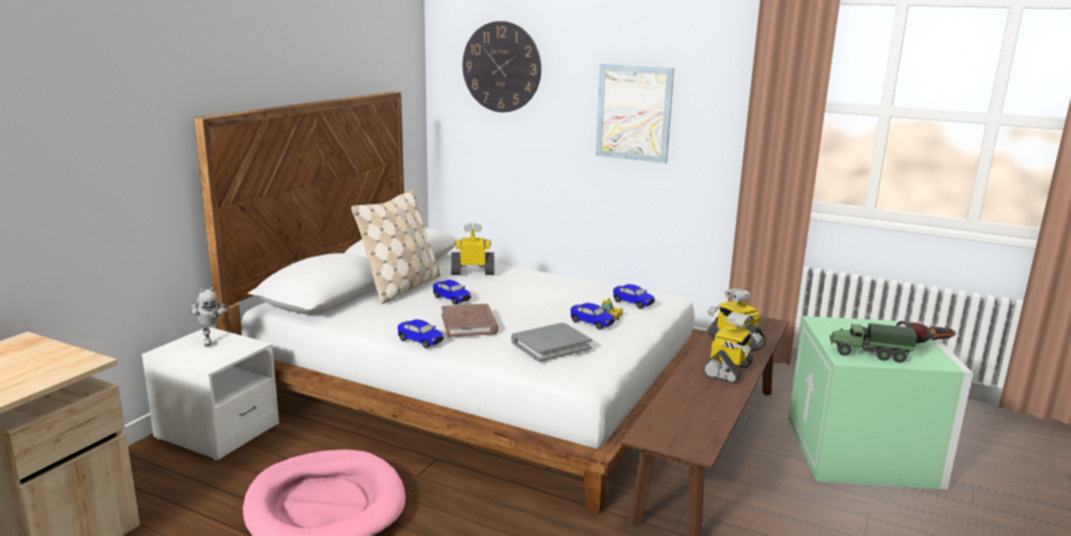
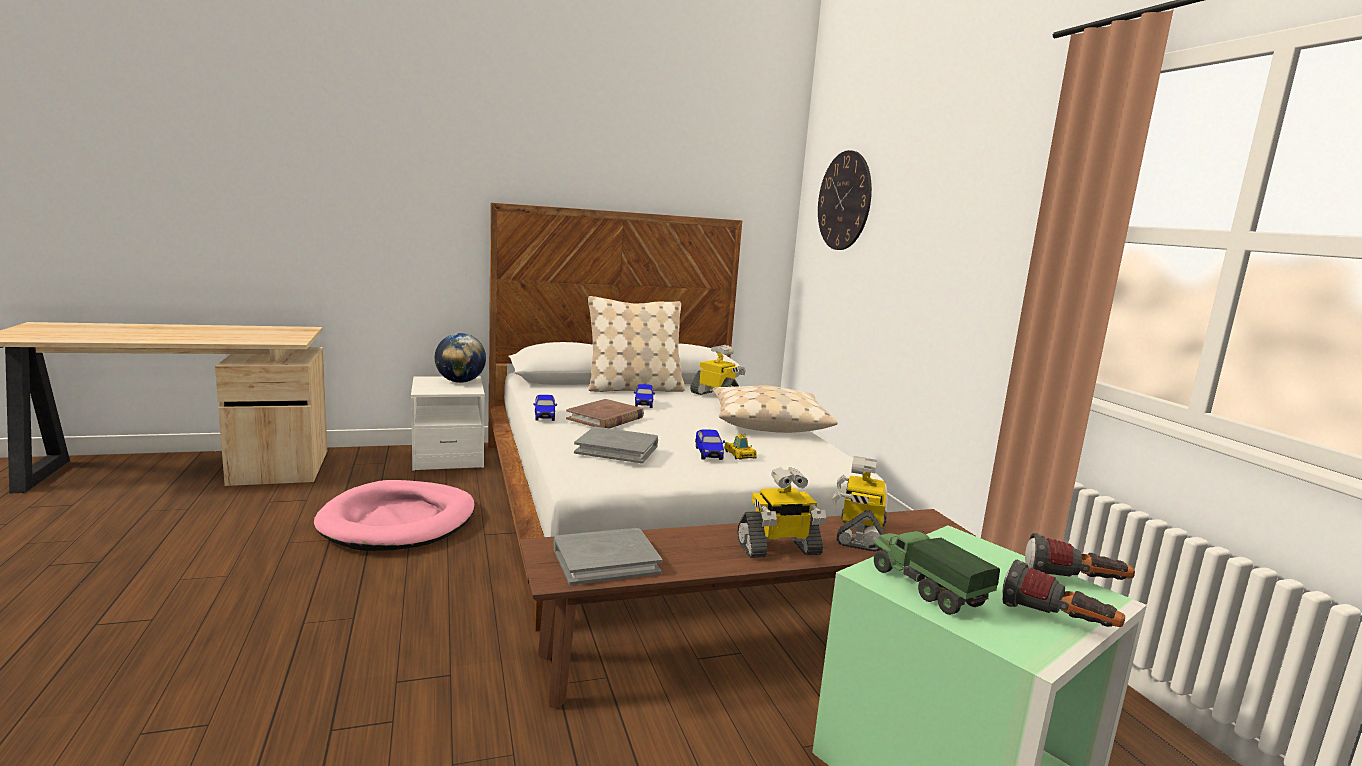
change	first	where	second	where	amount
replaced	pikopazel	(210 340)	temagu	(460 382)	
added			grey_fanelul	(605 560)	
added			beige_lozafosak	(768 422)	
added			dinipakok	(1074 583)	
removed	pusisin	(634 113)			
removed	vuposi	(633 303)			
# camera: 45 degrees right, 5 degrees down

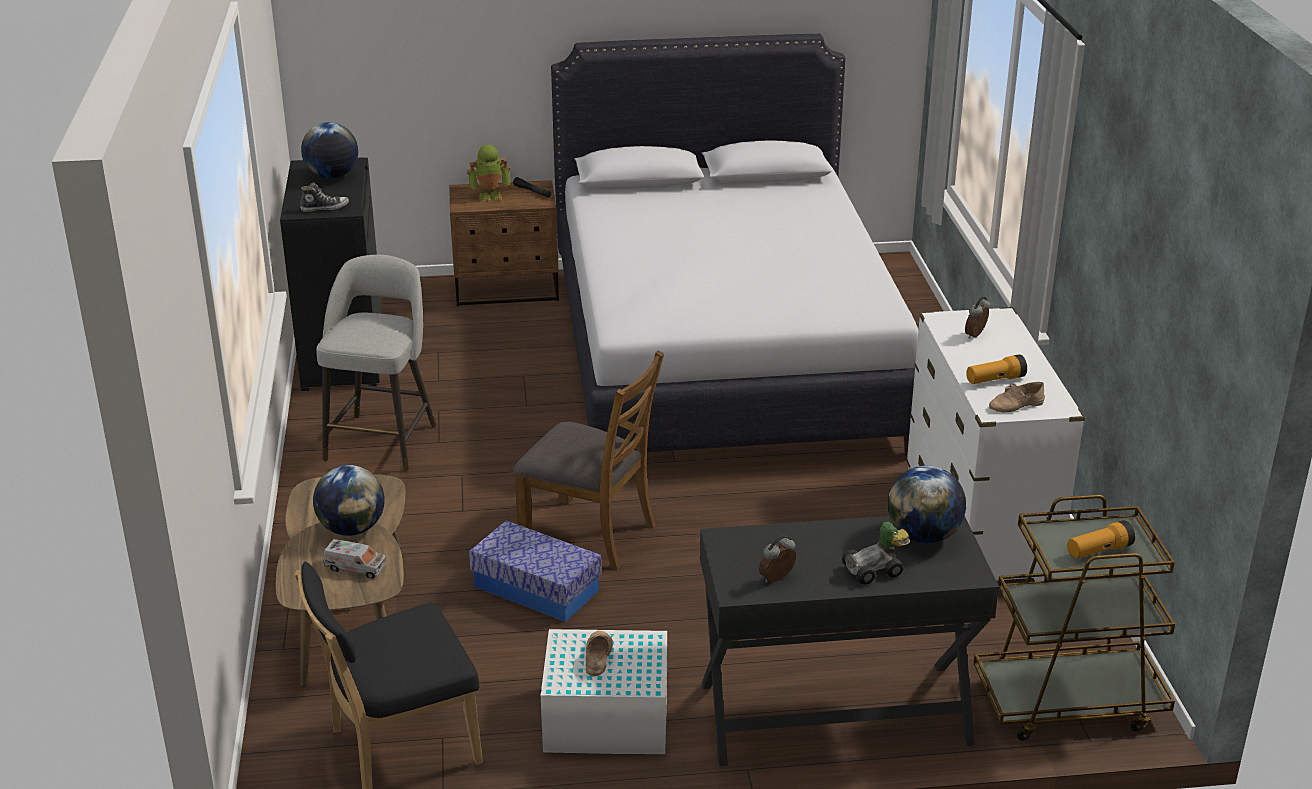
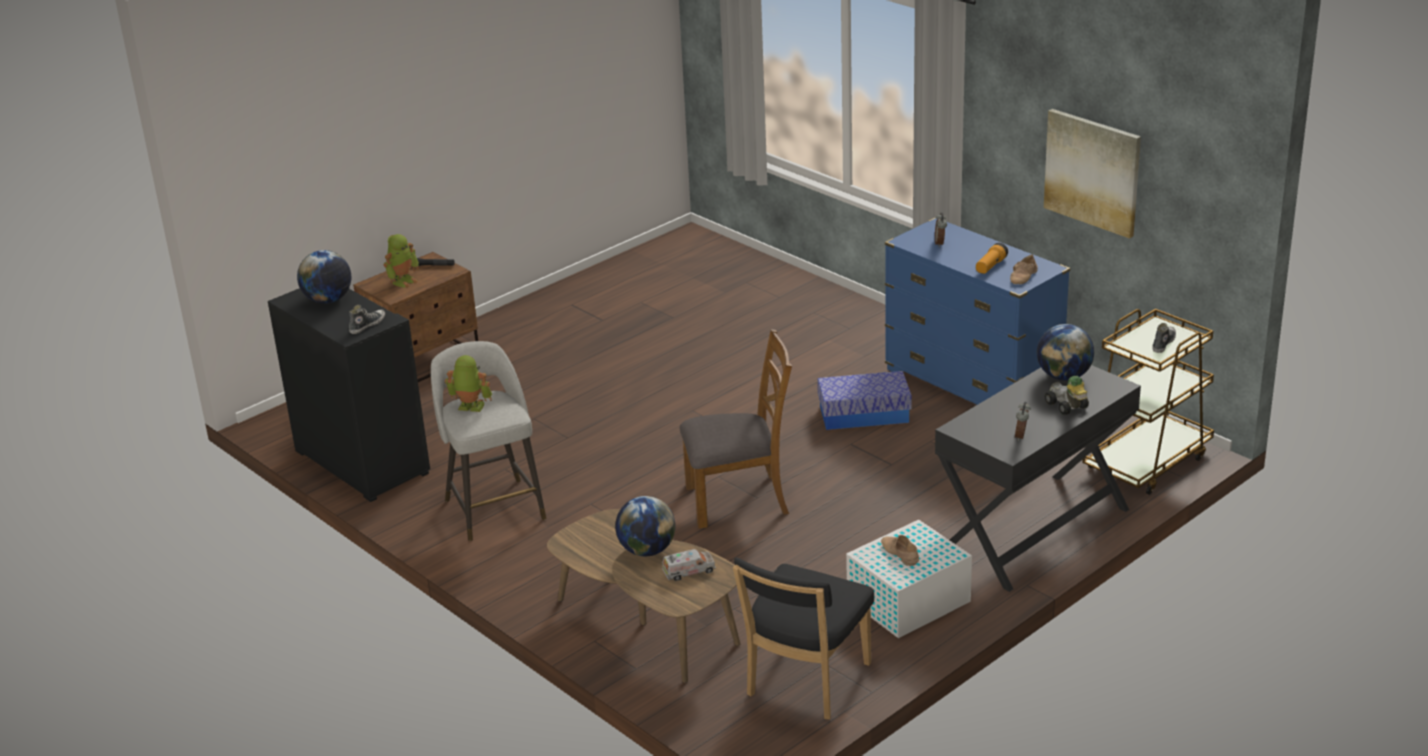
change	first	where	second	where	amount
added			pikopazel	(470 407)	
moved	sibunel	(536 588)		(864 414)	
recoloured	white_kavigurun	(978 525)	blue_kavigurun	(972 385)	
added			pusisin	(1092 172)	
turned	vuposi	(875 571)		(1067 407)	120 degrees clockwise
replaced	dinipakok	(1099 551)	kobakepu	(1163 343)	
removed	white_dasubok	(723 356)			
# camera: 35 degrees left, 0 degrees up

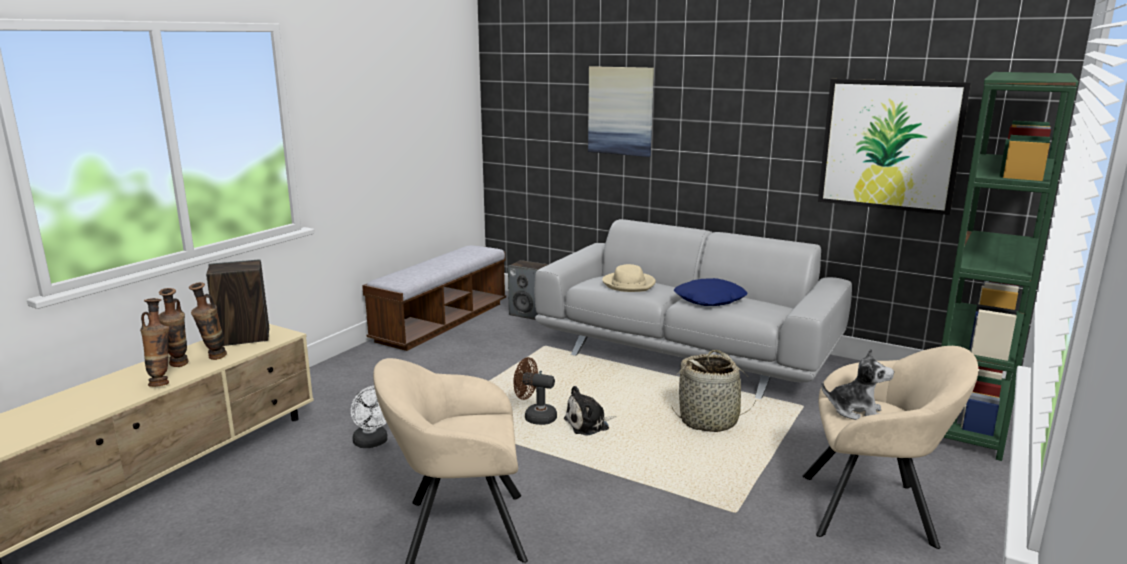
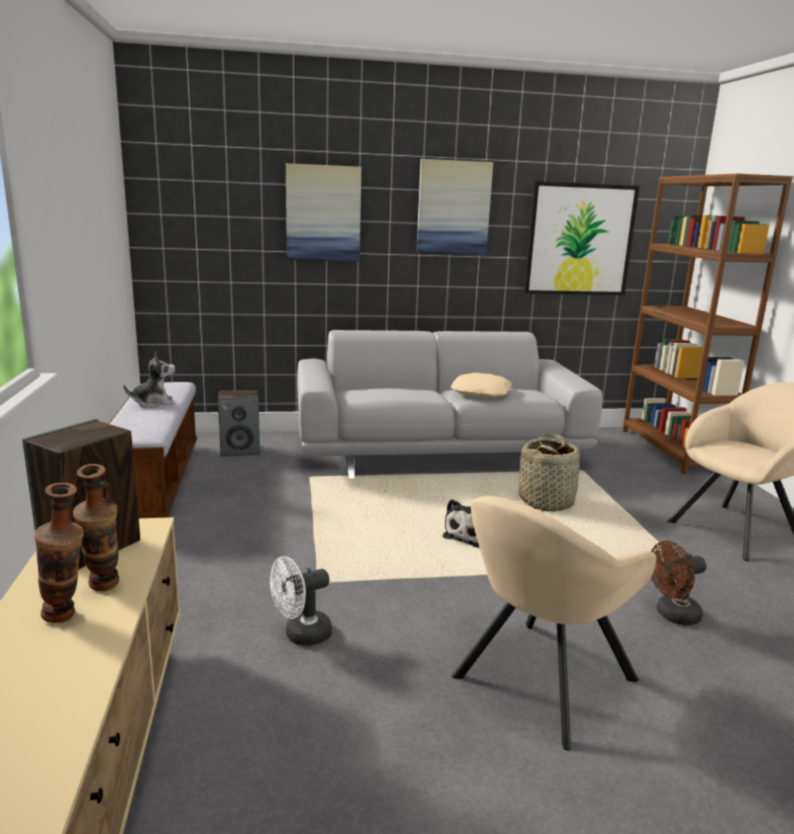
change	first	where	second	where	amount
moved	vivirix	(855 411)		(153 403)	
turned	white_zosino	(373 443)		(301 635)	135 degrees clockwise
added			pusisin	(453 208)	
recoloured	blue_lozafosak	(710 300)	beige_lozafosak	(481 393)	
recoloured	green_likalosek	(969 417)	brown_likalosek	(673 450)	
moved	brown_zosino	(535 417)		(672 615)	
removed	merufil	(162 382)			
removed	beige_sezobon	(629 284)			
# camera: 40 degrees left, 0 degrees up

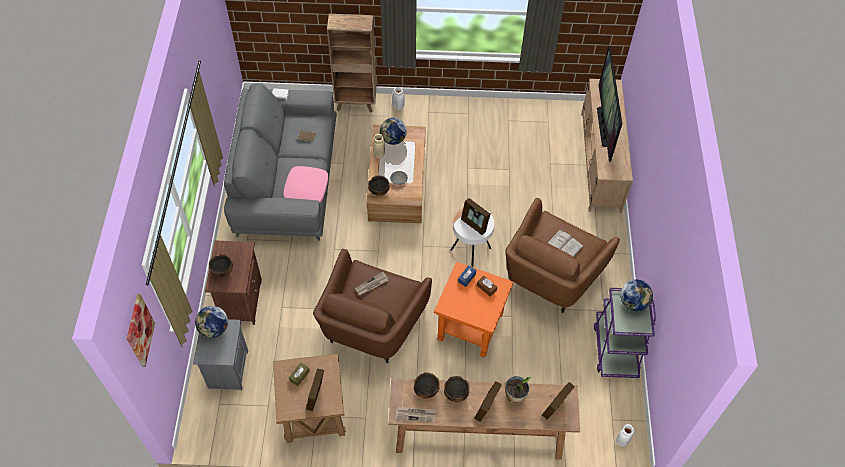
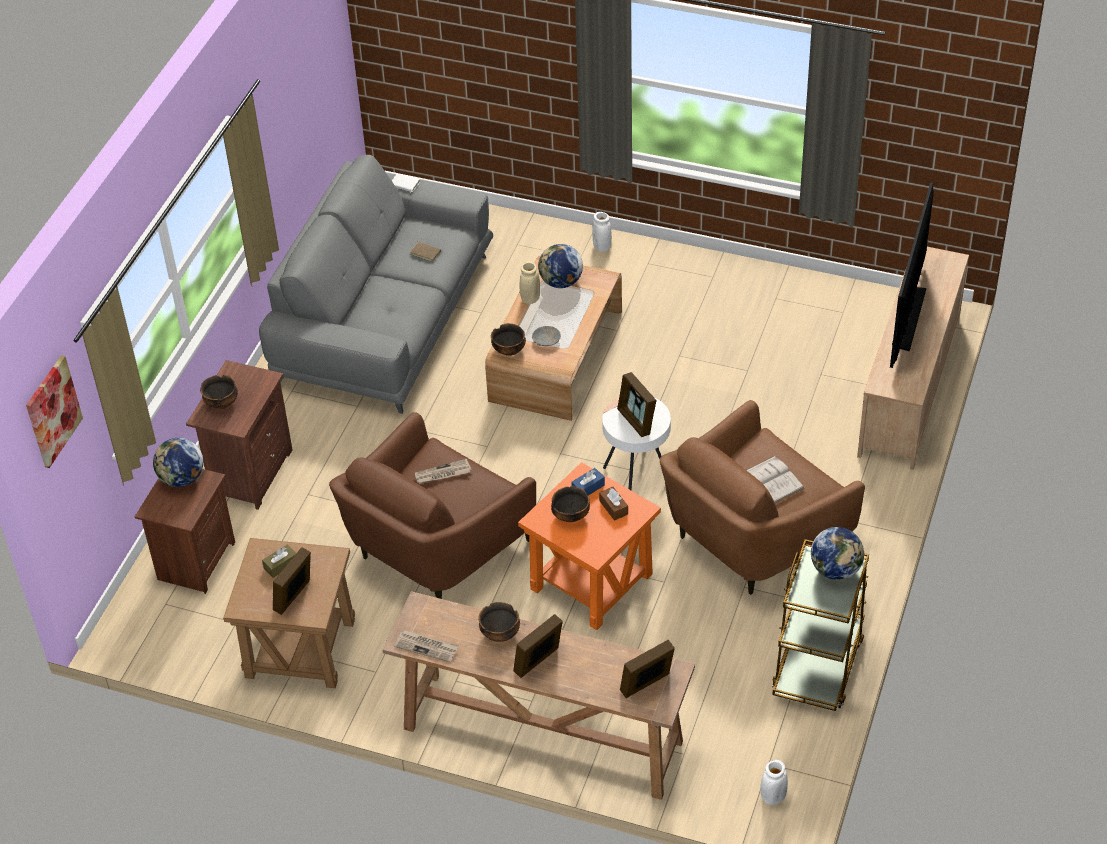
change	first	where	second	where	amount
recoloured	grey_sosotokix	(227 369)	brown_sosotokix	(195 561)	
moved	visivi	(426 390)		(570 515)	
recoloured	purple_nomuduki	(615 349)	brown_nomuduki	(817 665)	
removed	pink_lozafosak	(306 189)			
removed	brown_likalosek	(356 103)			
removed	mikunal	(515 395)			
# camera: 20 degrees right, 10 degrees down

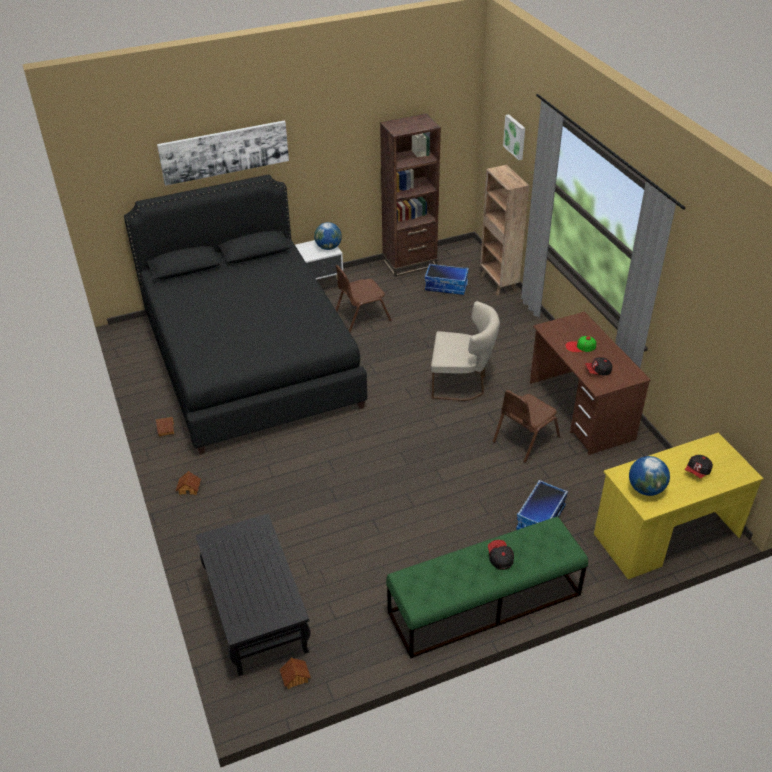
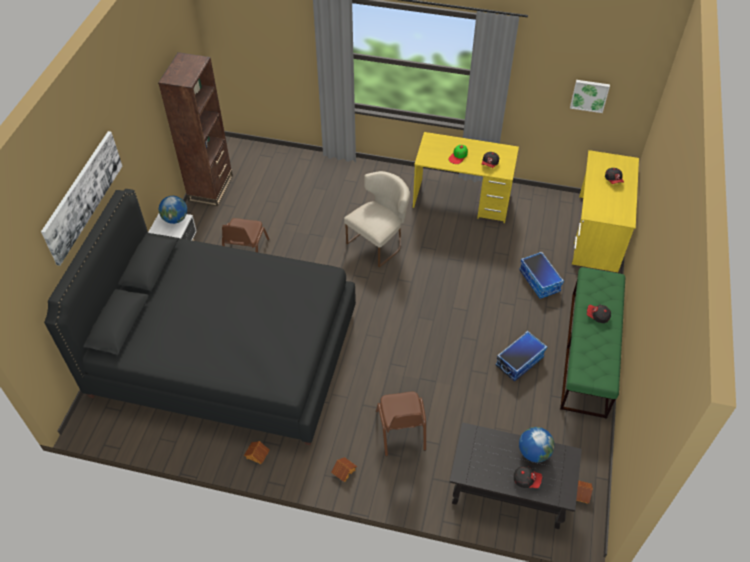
change	first	where	second	where	amount
moved	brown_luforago	(525 439)		(401 430)	
recoloured	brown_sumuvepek	(580 411)	yellow_sumuvepek	(462 200)	
moved	sibunel	(446 286)		(519 361)	
added			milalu	(526 480)	
moved	temagu	(646 489)		(534 452)	
moved	pusisin	(515 136)		(589 95)	
removed	brown_likalosek	(498 283)			
# camera: 55 degrees left, 10 degrees up

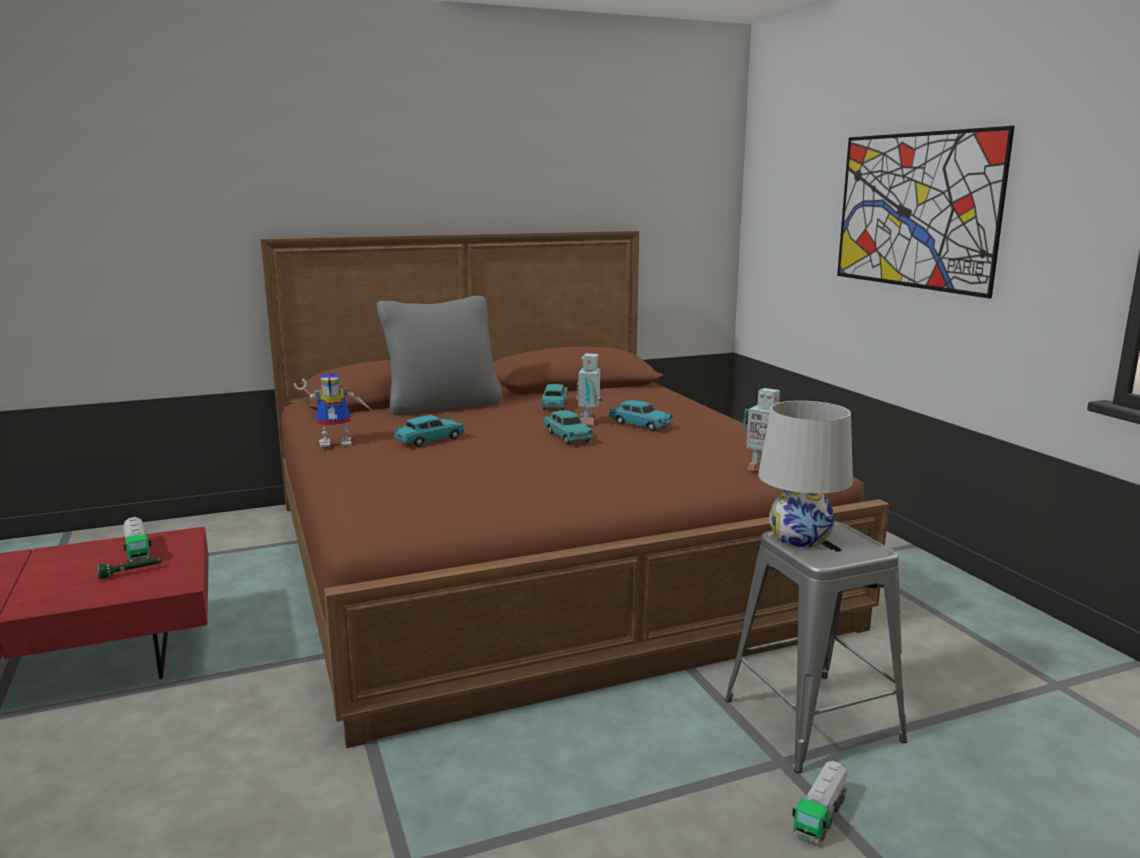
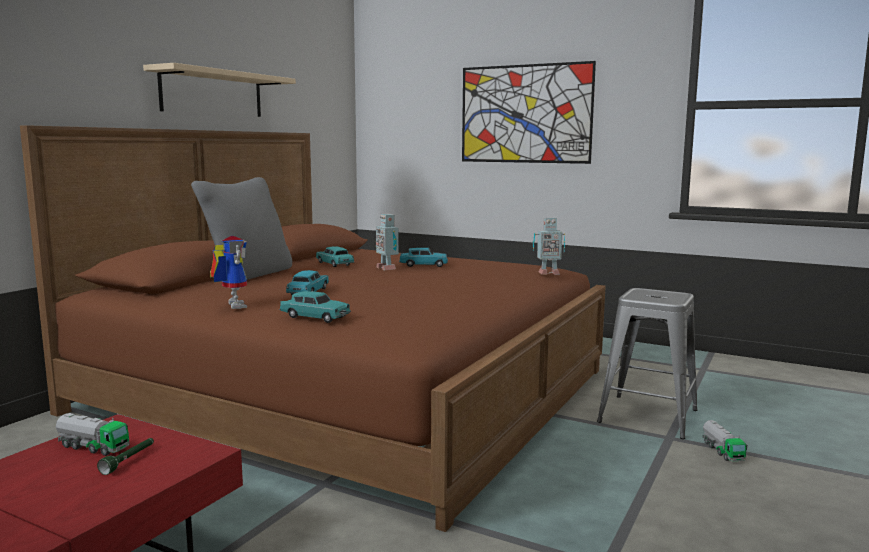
change	first	where	second	where	amount
added			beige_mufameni	(212 93)	
turned	pikopazel	(338 442)		(231 305)	60 degrees counterclockwise
moved	turquoise_vuposi	(567 437)		(315 317)	
removed	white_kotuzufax	(799 538)			
# camera: 40 degrees left, 5 degrees down

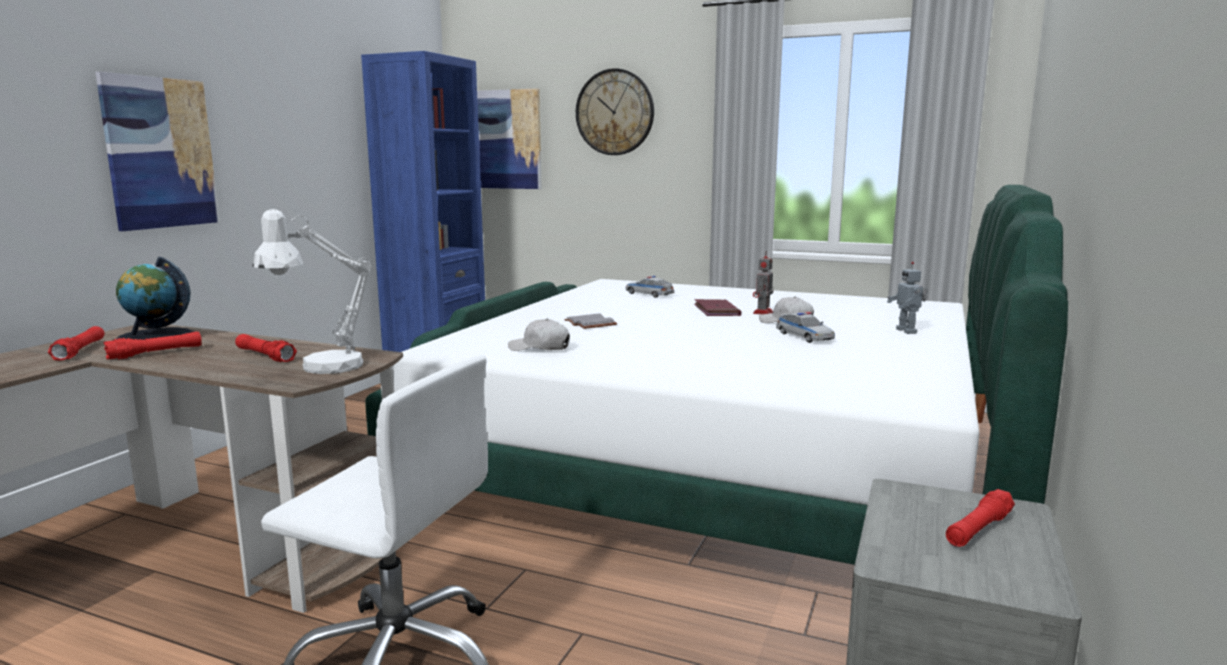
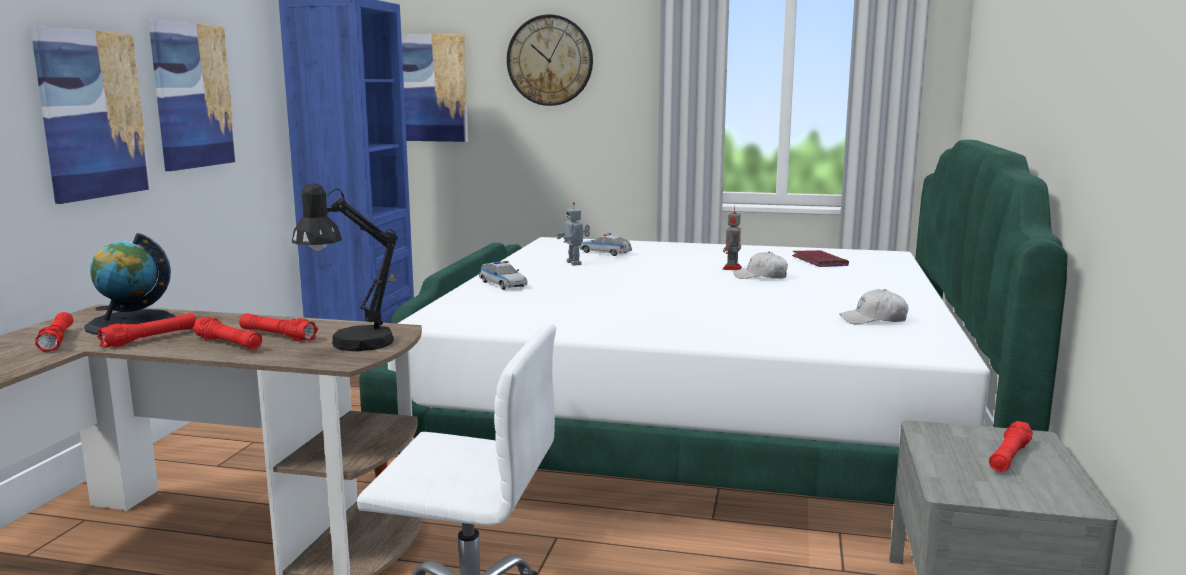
change	first	where	second	where	amount
added			pusisin	(193 96)	
added			red_dinipakok	(228 343)	
recoloured	white_kotuzufax	(320 368)	black_kotuzufax	(352 345)	
moved	vuposi	(804 336)		(503 284)	
moved	pikopazel	(907 331)		(575 263)	
moved	red_fanelul	(716 311)		(819 261)	
moved	white_milalu	(540 348)		(873 320)	
removed	grey_fanelul	(592 323)			
# camera: 10 degrees left, 0 degrees up

